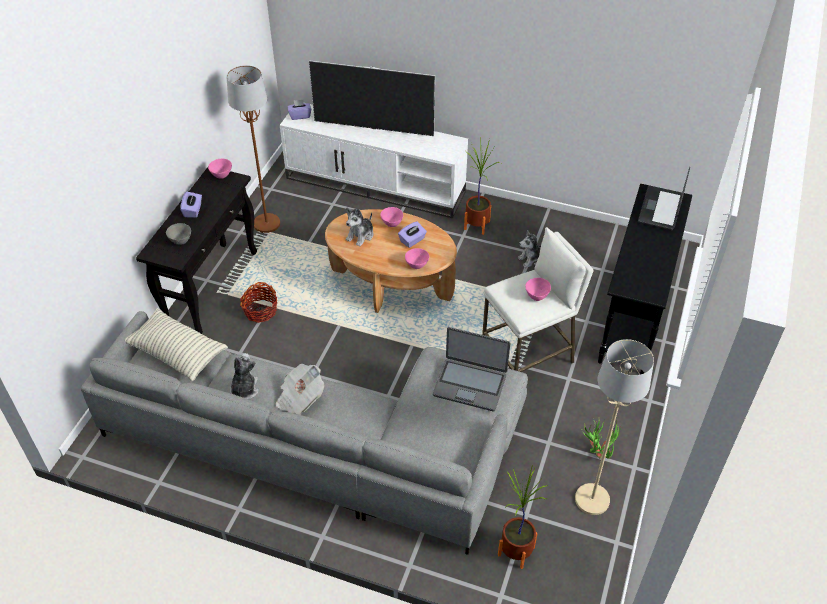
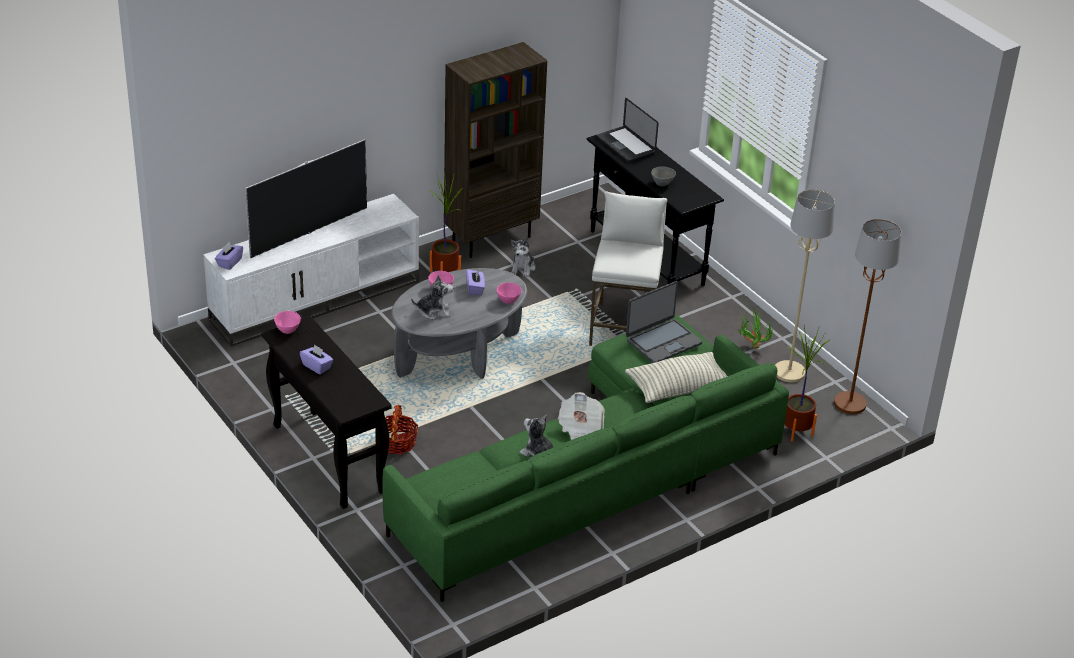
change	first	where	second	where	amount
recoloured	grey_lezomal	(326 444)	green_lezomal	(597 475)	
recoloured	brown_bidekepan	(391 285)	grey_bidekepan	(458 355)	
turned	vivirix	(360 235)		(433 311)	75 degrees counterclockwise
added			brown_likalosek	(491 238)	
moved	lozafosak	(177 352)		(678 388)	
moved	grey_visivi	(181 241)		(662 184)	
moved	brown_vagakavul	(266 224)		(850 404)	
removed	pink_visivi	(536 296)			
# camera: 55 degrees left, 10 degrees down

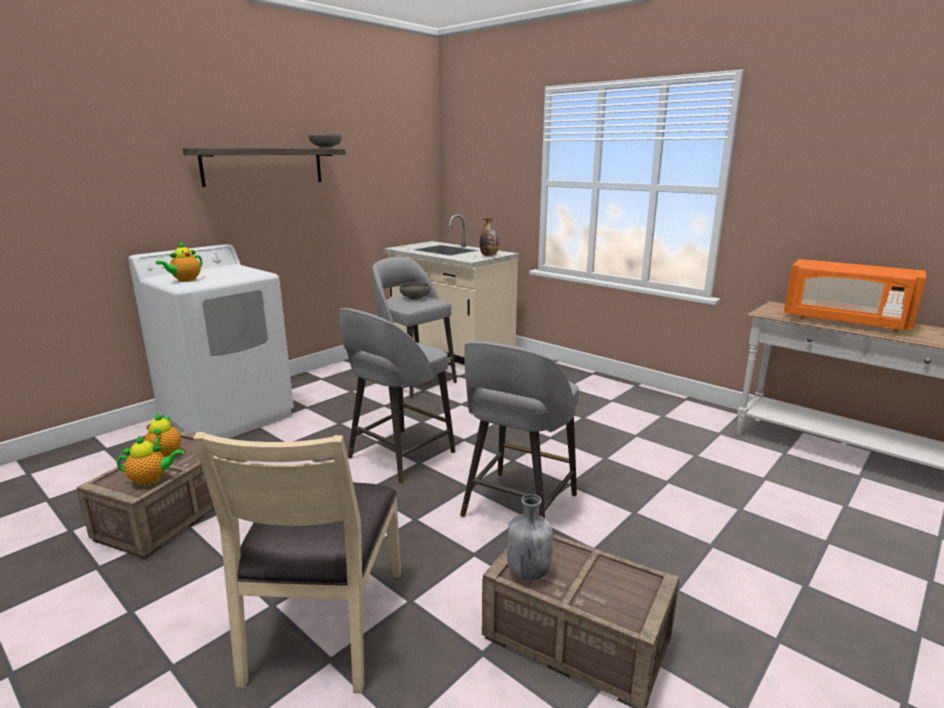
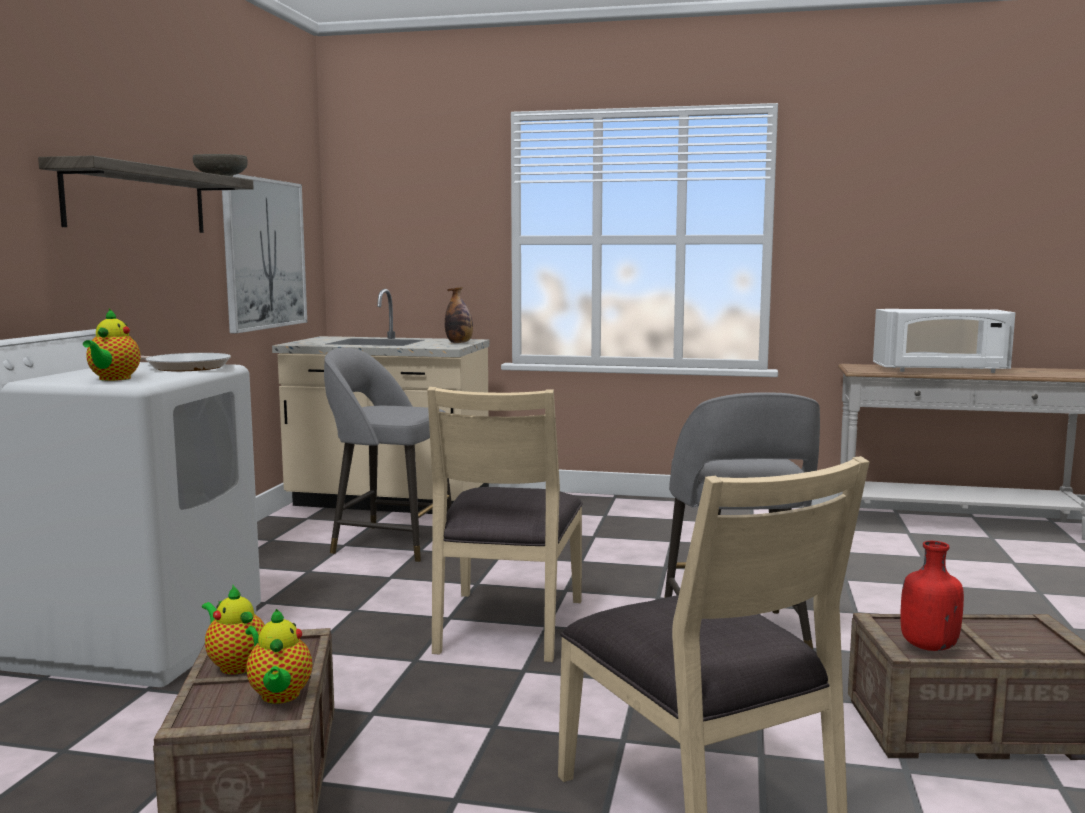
change	first	where	second	where	amount
added			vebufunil	(185 367)	
added			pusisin	(264 254)	
turned	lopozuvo	(151 480)		(280 697)	120 degrees clockwise
replaced	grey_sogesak	(399 456)	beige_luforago	(507 625)	
recoloured	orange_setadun	(845 321)	white_setadun	(941 370)	
recoloured	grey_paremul	(528 571)	red_paremul	(927 646)	
removed	grey_visivi	(415 298)			
# camera: 30 degrees left, 10 degrees down

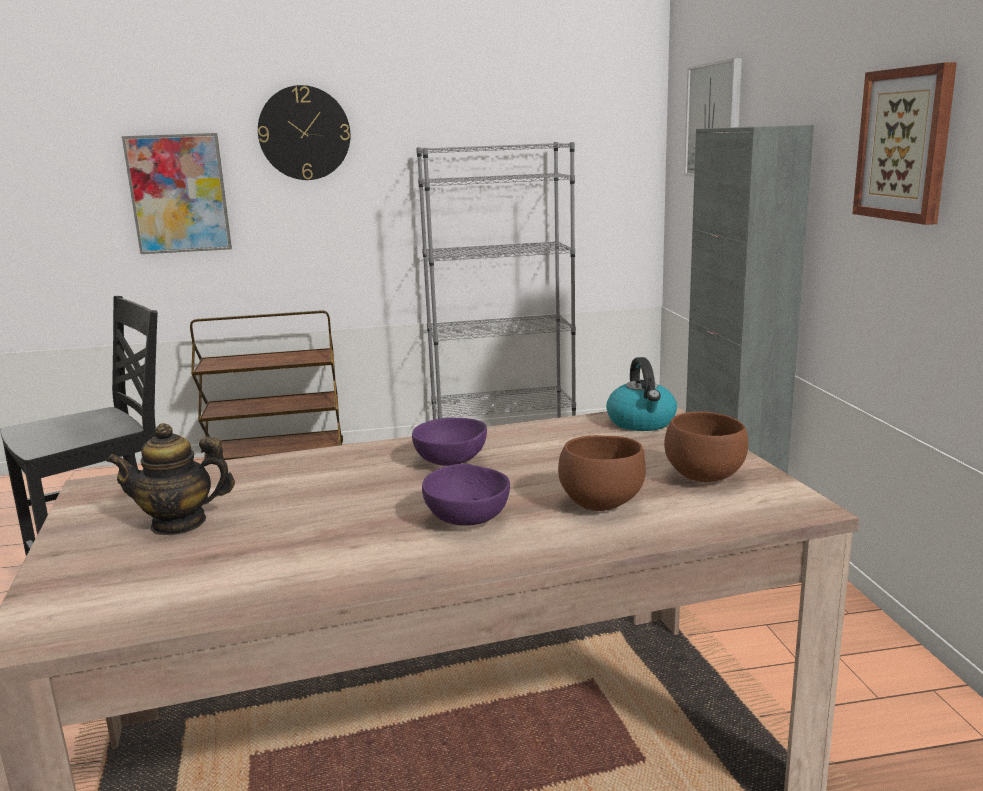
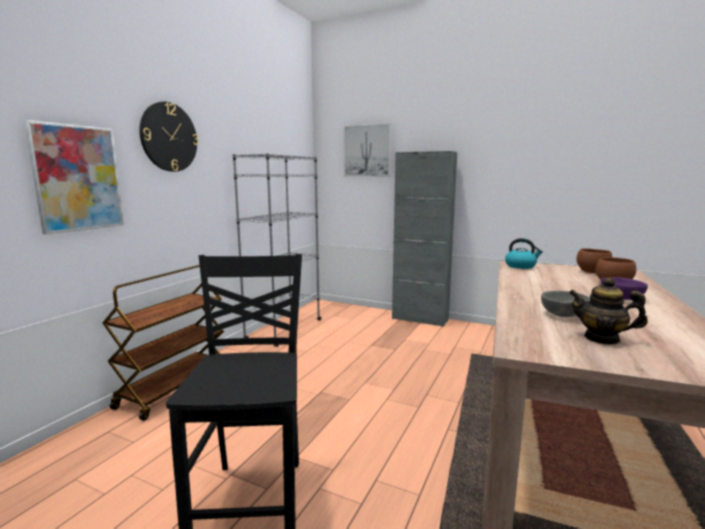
change	first	where	second	where	amount
added			grey_visivi	(563 316)	
turned	lopozuvo	(179 523)		(602 338)	90 degrees clockwise
removed	purple_visivi	(452 462)			
removed	pusisin	(905 144)			
# camera: 55 degrees left, 5 degrees down

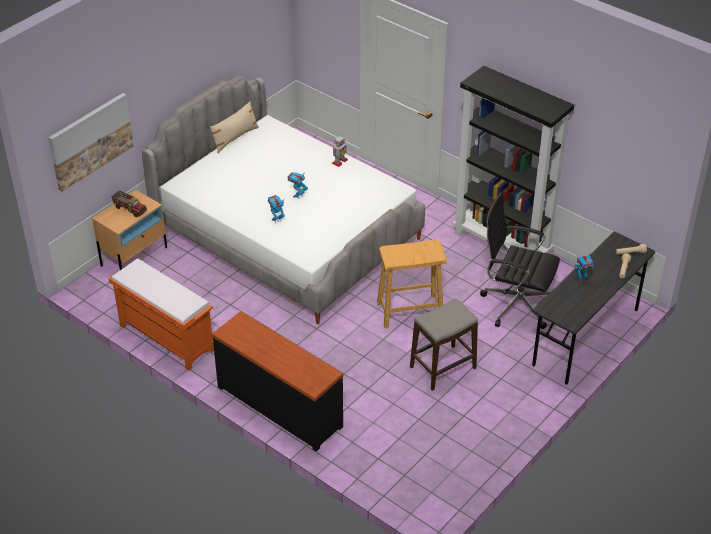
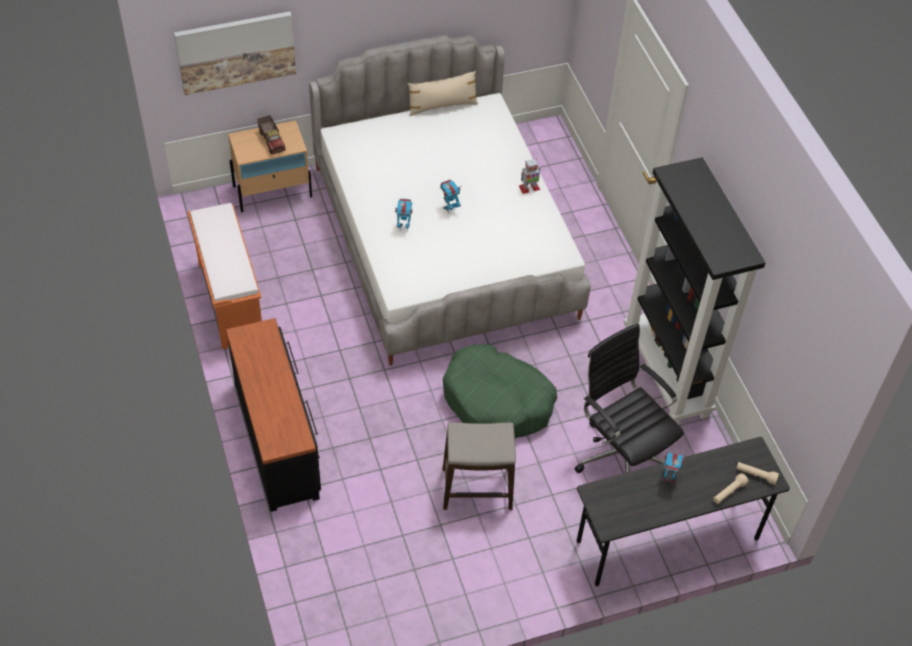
change	first	where	second	where	amount
replaced	beige_sogesak	(409 311)	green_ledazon	(497 401)	
# camera: 30 degrees right, 10 degrees up

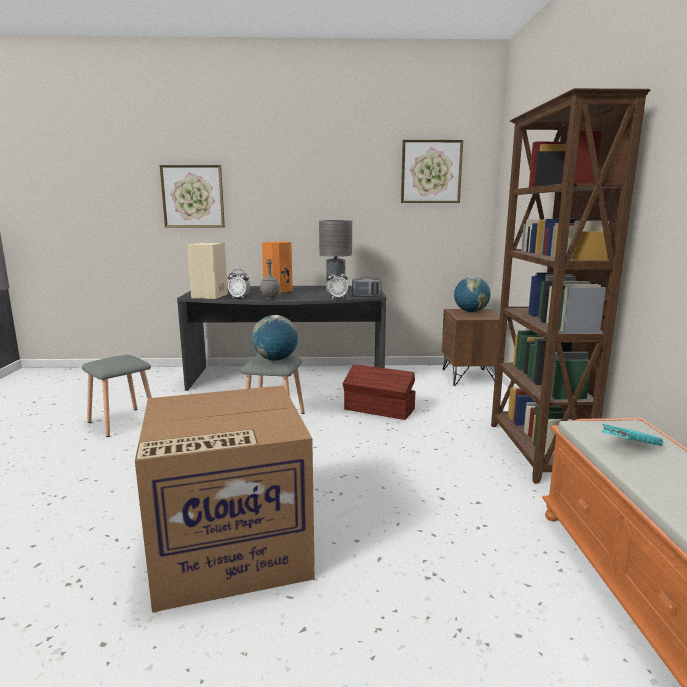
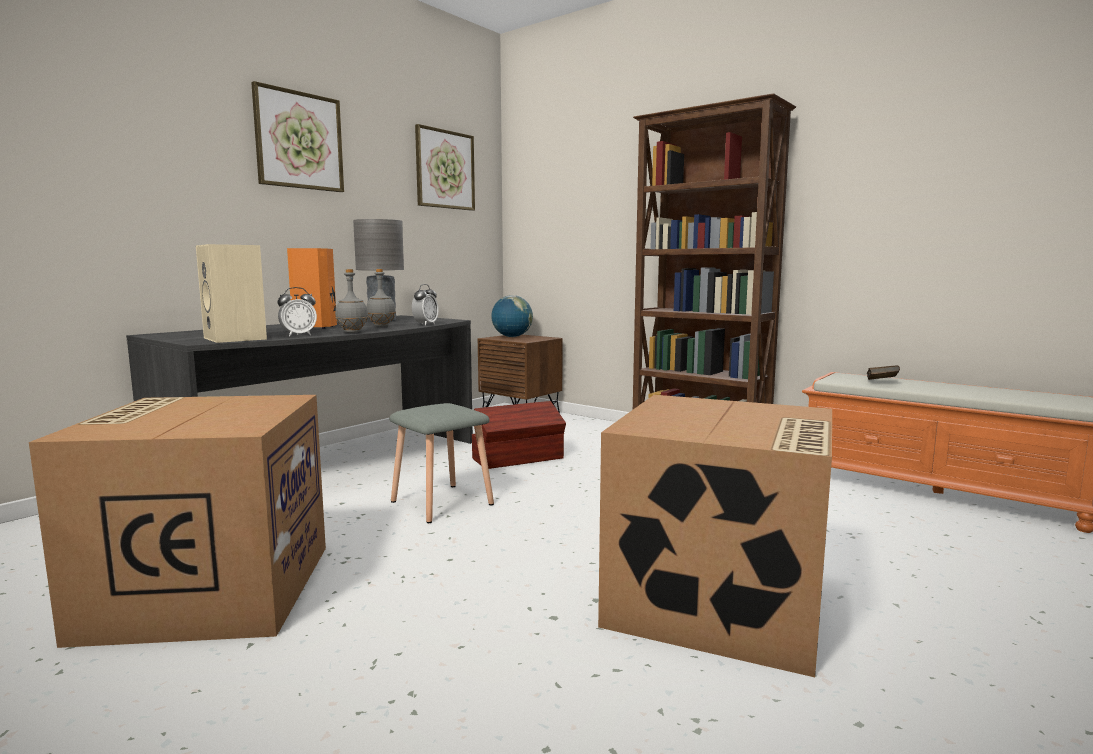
change	first	where	second	where	amount
replaced	grey_sogesak	(123 421)	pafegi	(209 589)	
moved	pusisin	(193 196)		(299 140)	
added			grey_paremul	(381 326)	
recoloured	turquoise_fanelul	(629 447)	brown_fanelul	(881 382)	
removed	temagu	(275 359)			
removed	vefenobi	(366 296)			
# camera: 50 degrees left, 5 degrees down

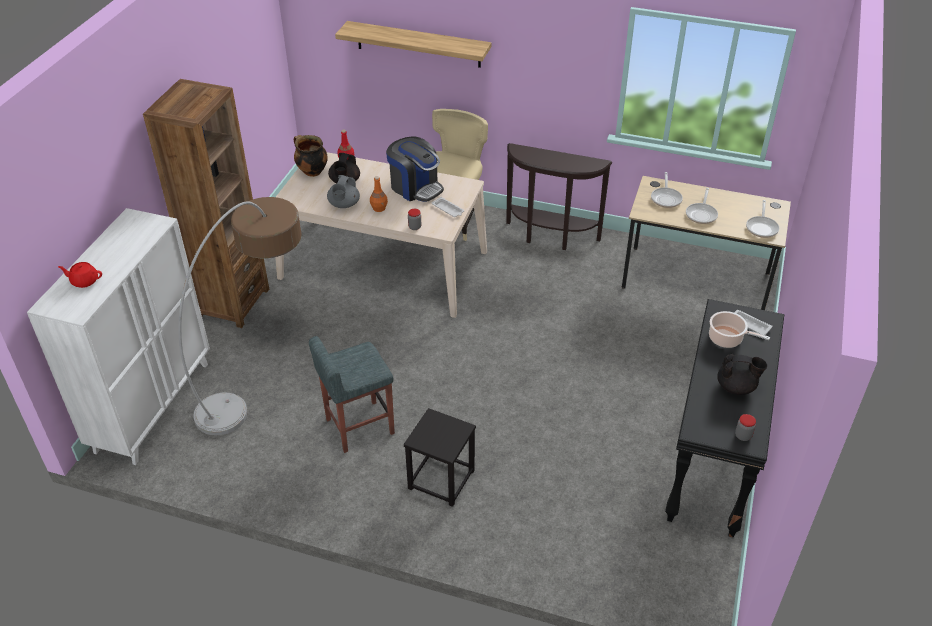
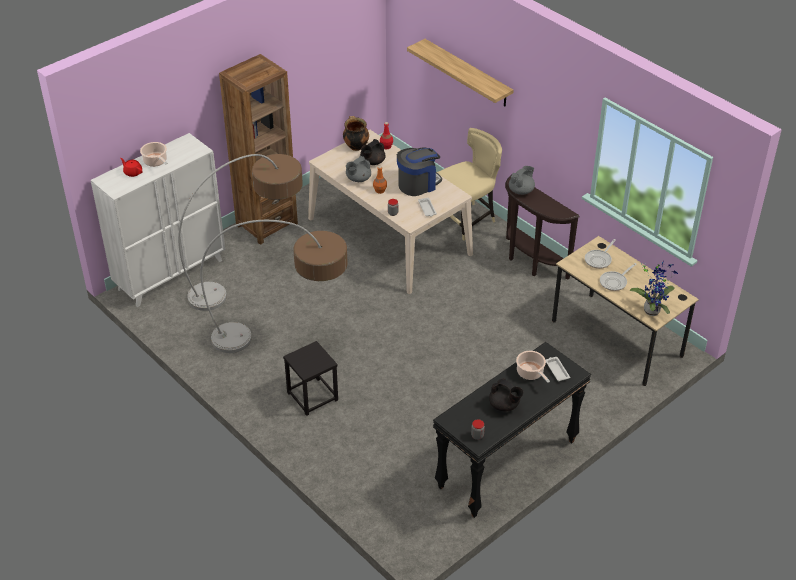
change	first	where	second	where	amount
added			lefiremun	(156 162)	
replaced	grey_sogesak	(358 426)	vagakavul	(286 340)	
turned	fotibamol	(415 187)		(418 184)	105 degrees counterclockwise
added			grey_lopozuvo	(521 191)	
replaced	vebufunil	(762 227)	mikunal	(652 309)	
# camera: 30 degrees right, 0 degrees up

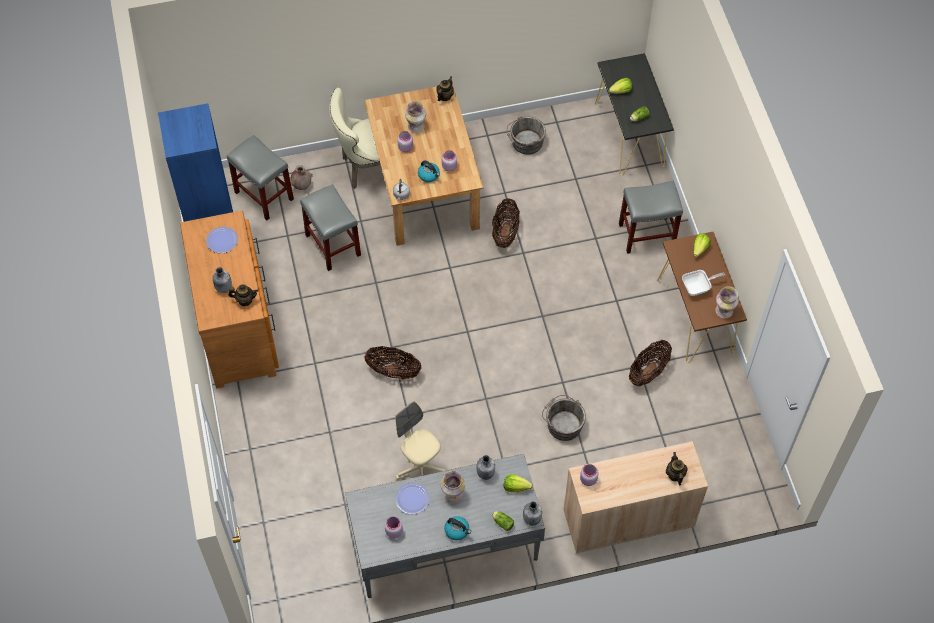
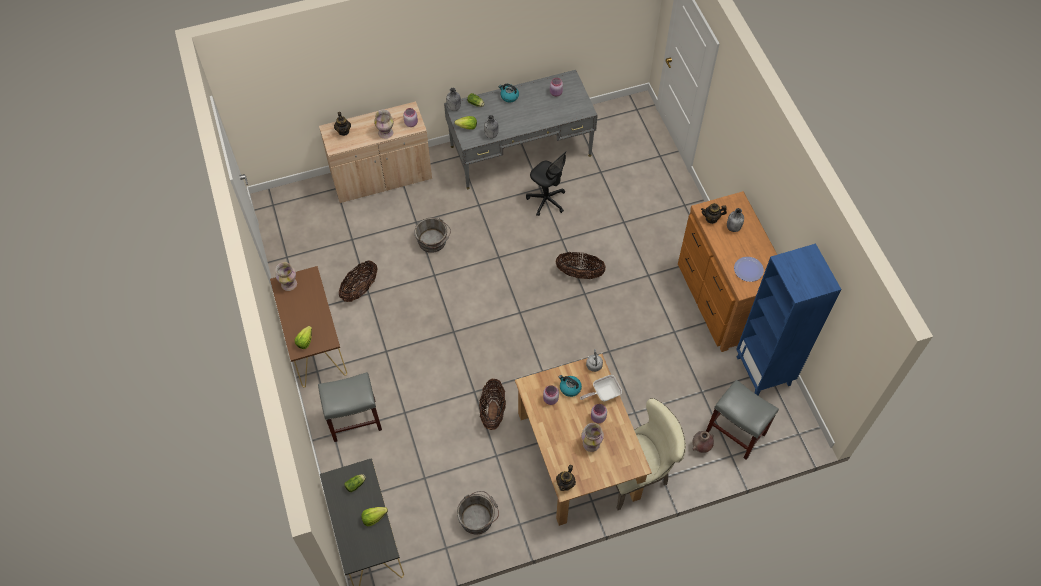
change	first	where	second	where	amount
moved	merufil	(452 494)		(386 133)	
recoloured	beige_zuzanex	(420 468)	black_zuzanex	(546 200)	
moved	vebufunil	(698 287)		(603 394)	
removed	grey_sogesak	(332 245)			
removed	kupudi	(412 499)			
# camera: 175 degrees right, 0 degrees up

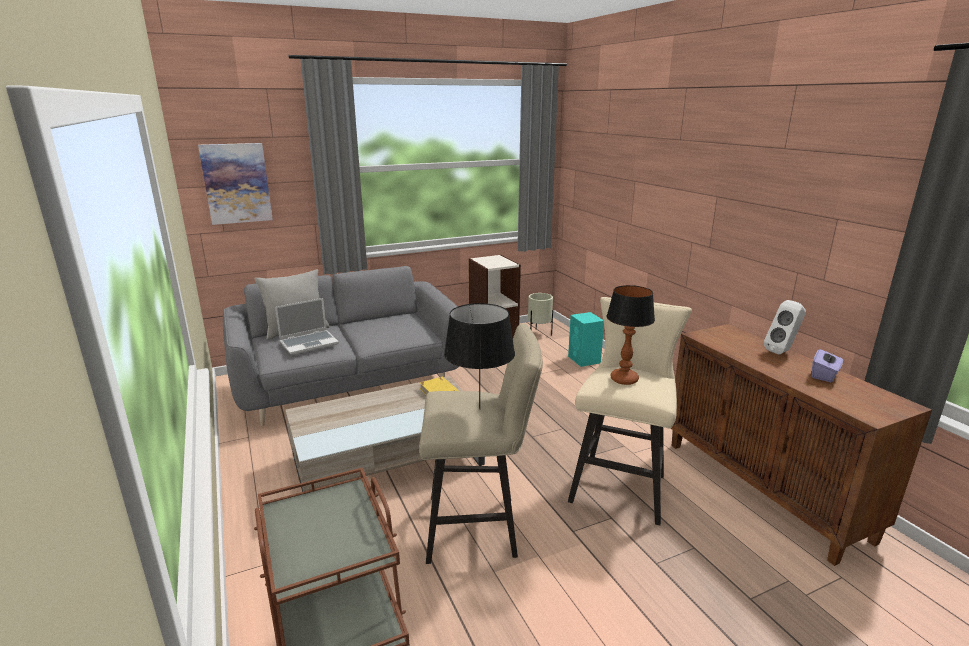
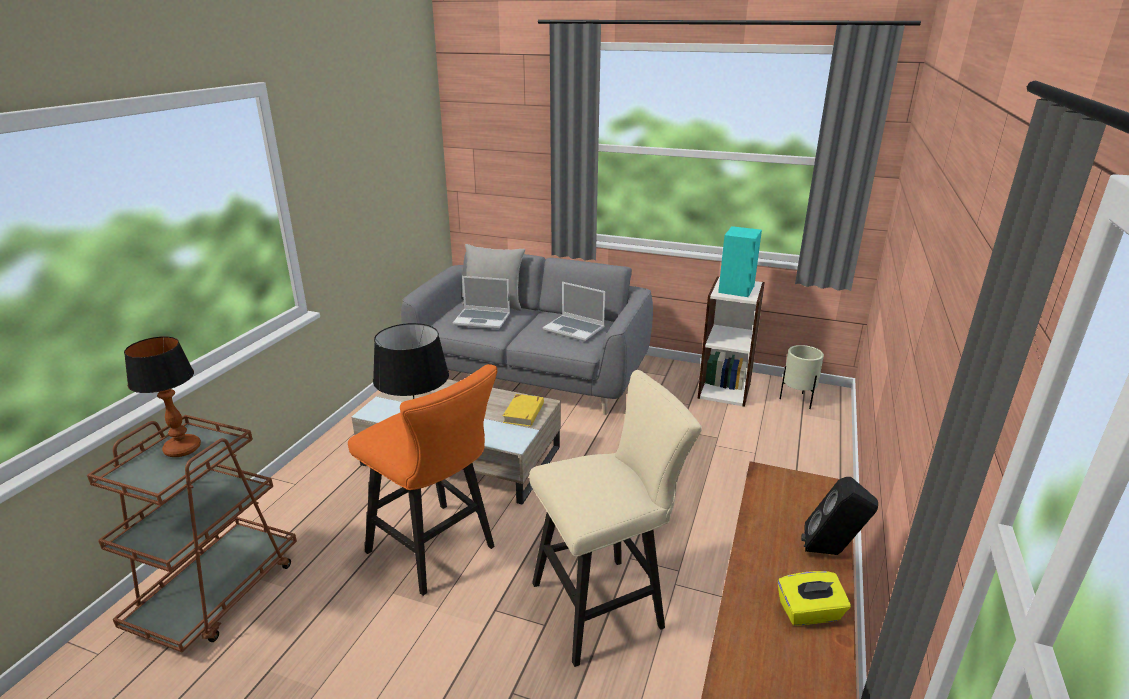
change	first	where	second	where	amount
moved	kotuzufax	(623 379)		(182 449)	
recoloured	beige_sogesak	(479 527)	orange_sogesak	(437 552)	
added			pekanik	(575 329)	
moved	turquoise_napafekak	(584 360)		(736 289)	
recoloured	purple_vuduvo	(824 375)	yellow_vuduvo	(809 613)	
recoloured	white_napafekak	(782 351)	black_napafekak	(831 552)	
removed	pusisin	(236 183)			
# camera: 45 degrees right, 5 degrees up

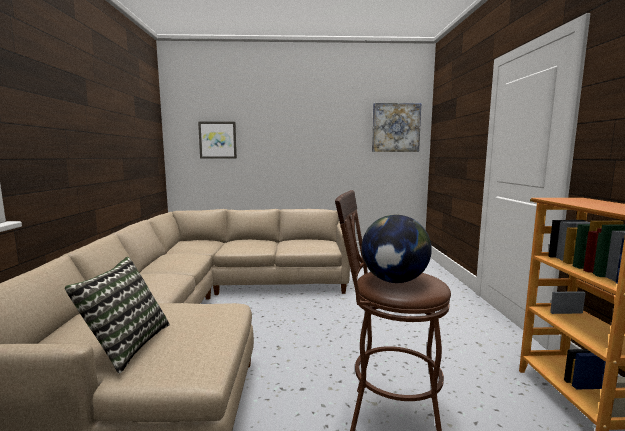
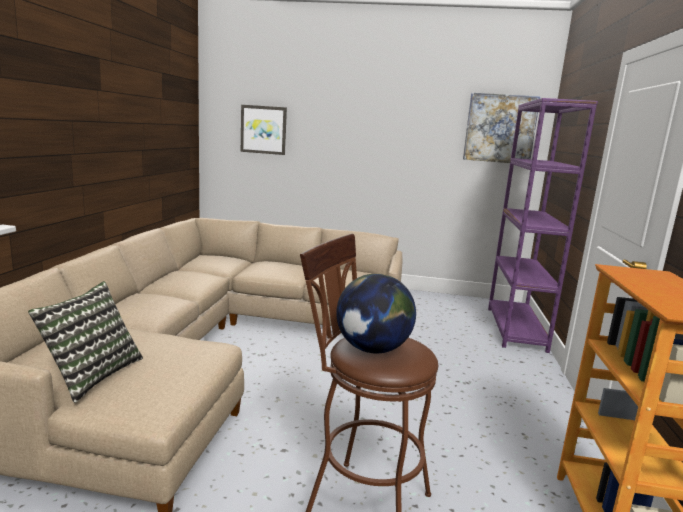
change	first	where	second	where	amount
added			purple_likalosek	(515 329)	
# camera: 10 degrees right, 5 degrees up

